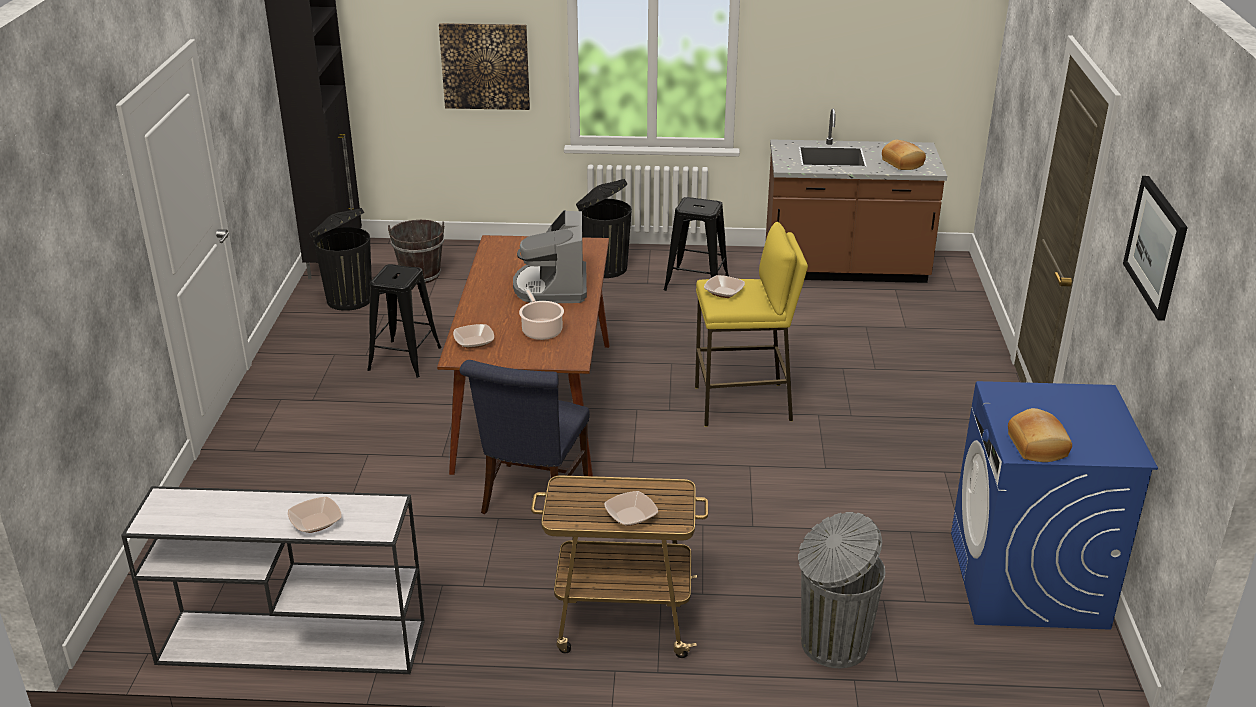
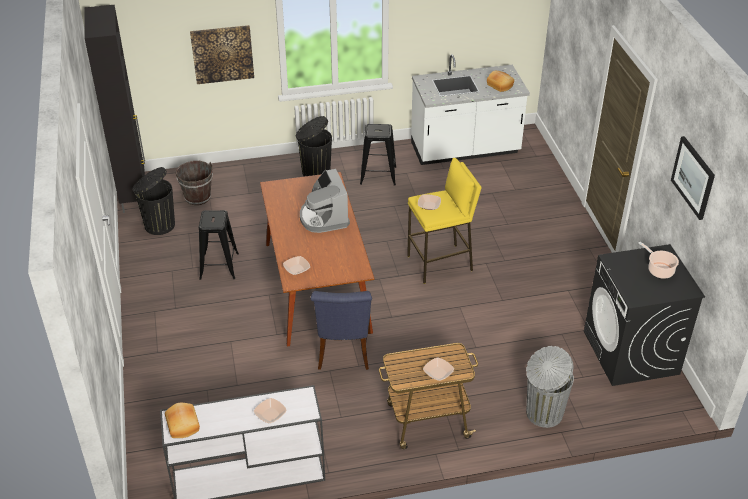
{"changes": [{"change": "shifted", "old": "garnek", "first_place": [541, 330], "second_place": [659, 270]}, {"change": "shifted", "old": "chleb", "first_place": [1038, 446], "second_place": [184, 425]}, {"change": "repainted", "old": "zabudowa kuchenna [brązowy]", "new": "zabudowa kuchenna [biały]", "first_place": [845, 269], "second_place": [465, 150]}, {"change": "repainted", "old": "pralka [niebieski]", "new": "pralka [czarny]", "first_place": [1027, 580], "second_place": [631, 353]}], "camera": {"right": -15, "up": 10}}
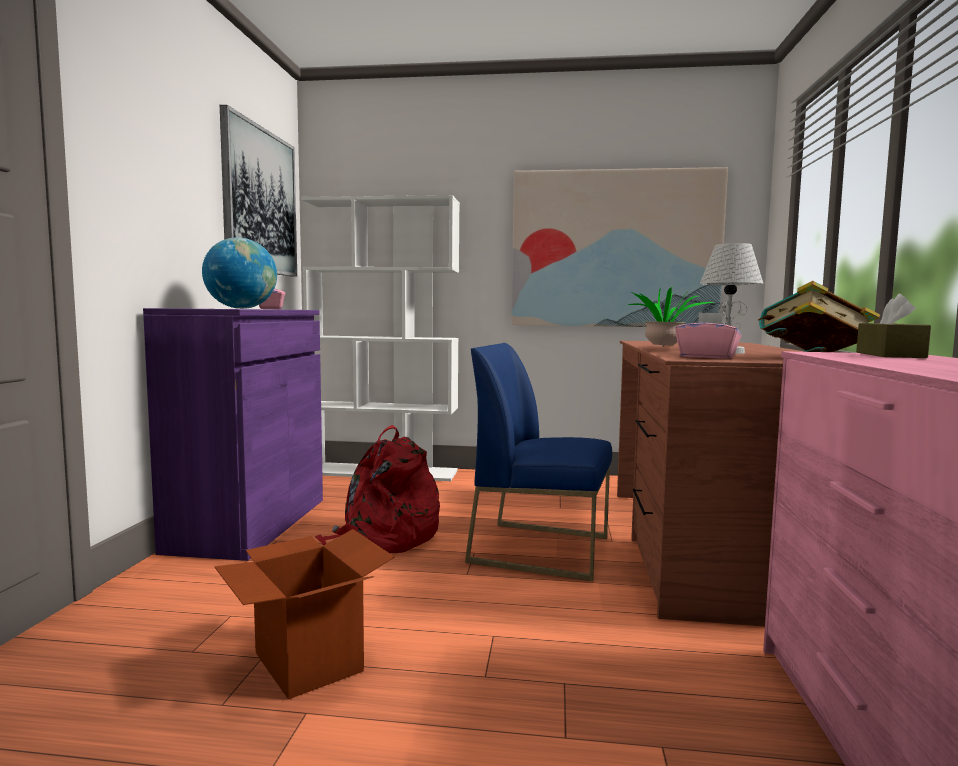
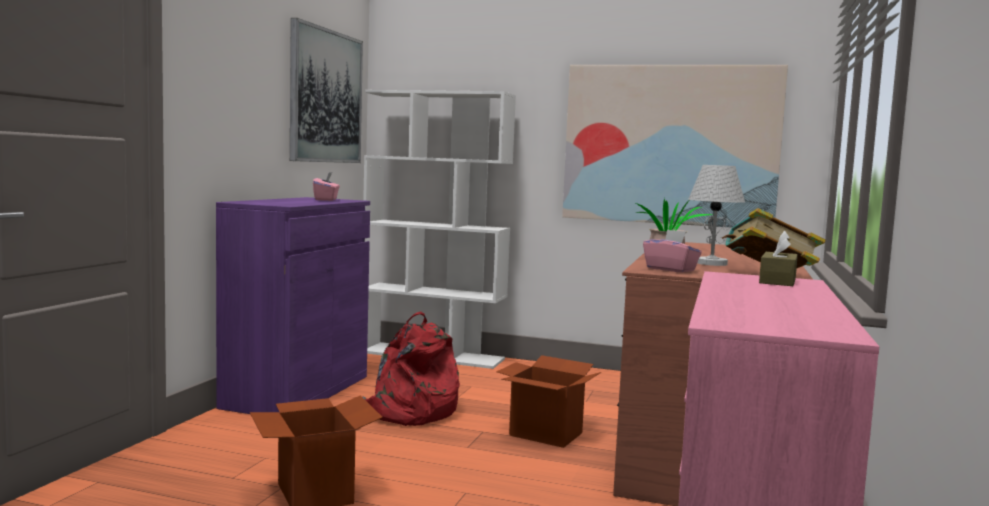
{"changes": [{"change": "gone", "old": "globus", "first_place": [241, 308]}, {"change": "swapped", "old": "krzesło [niebieski]", "new": "karton", "first_place": [541, 549], "second_place": [545, 434]}], "camera": {"right": 10, "up": 0}}
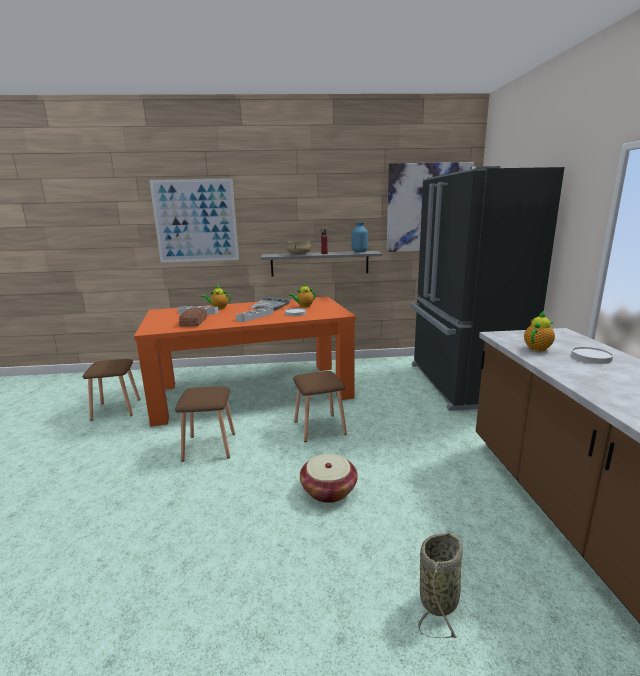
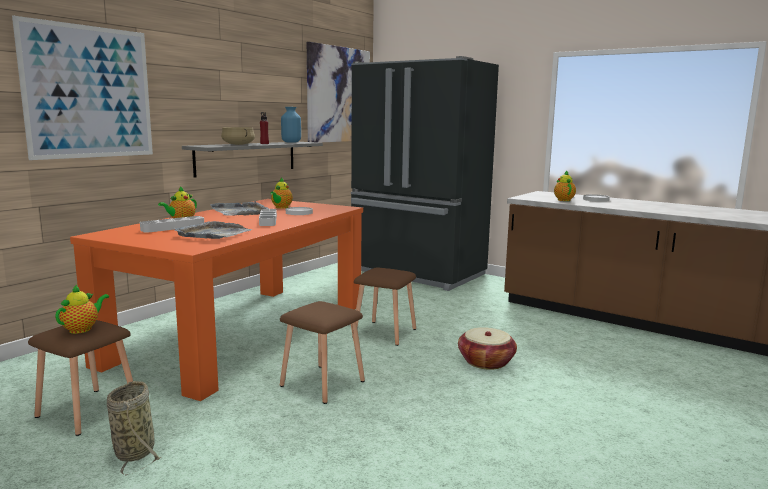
{"changes": [{"change": "new", "new": "imbryk", "second_place": [82, 329]}, {"change": "shifted", "old": "koszyk", "first_place": [440, 598], "second_place": [135, 451]}, {"change": "swapped", "old": "chleb", "new": "taca [szary]", "first_place": [194, 322], "second_place": [214, 234]}], "camera": {"right": -50, "up": -5}}
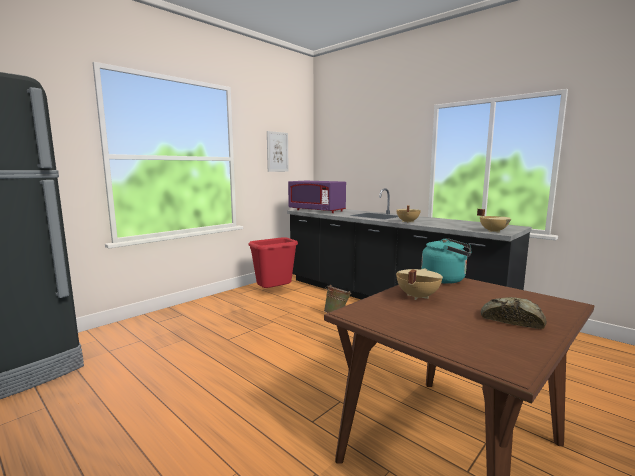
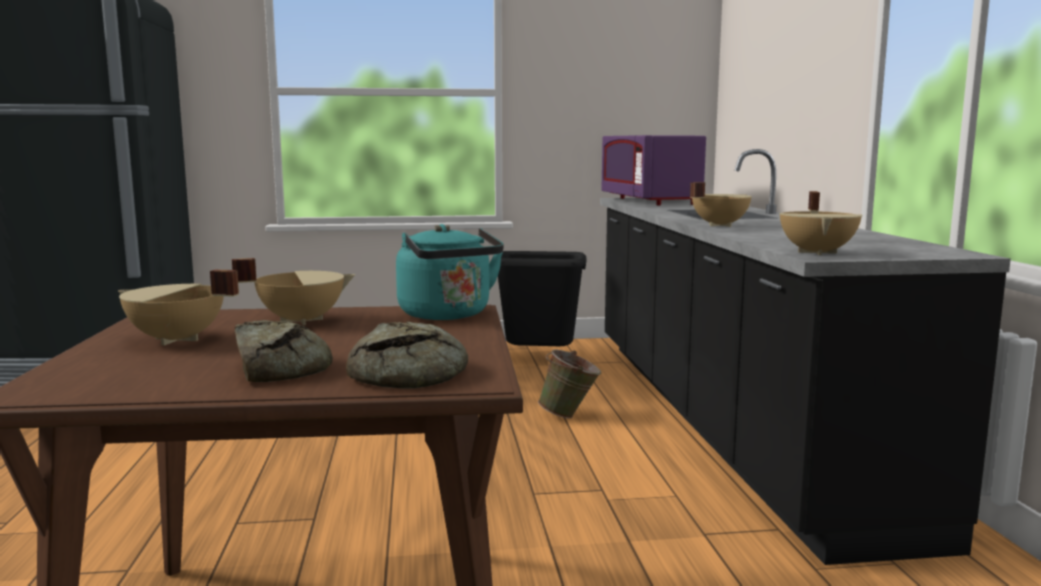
{"changes": [{"change": "gone", "old": "obraz", "first_place": [277, 152]}, {"change": "new", "new": "garnek [beżowy]", "second_place": [176, 340]}, {"change": "new", "new": "chleb", "second_place": [414, 373]}, {"change": "repainted", "old": "kosz na śmieci [czerwony]", "new": "kosz na śmieci [czarny]", "first_place": [274, 292], "second_place": [540, 360]}], "camera": {"right": 40, "up": 0}}
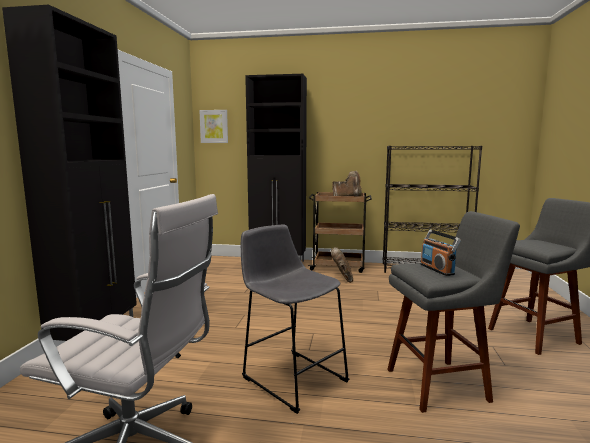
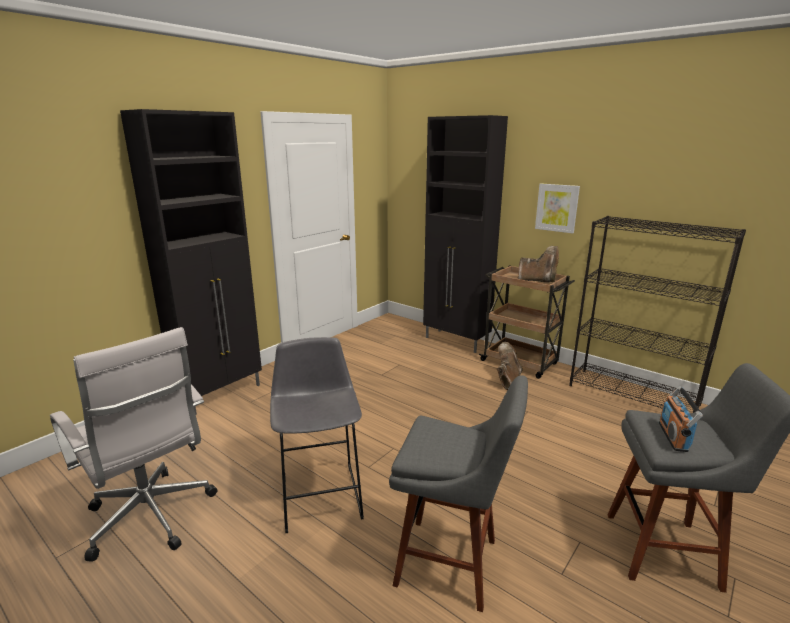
{"changes": [{"change": "shifted", "old": "obraz", "first_place": [214, 126], "second_place": [557, 208]}, {"change": "shifted", "old": "radio", "first_place": [437, 269], "second_place": [673, 437]}], "camera": {"right": 30, "up": 10}}
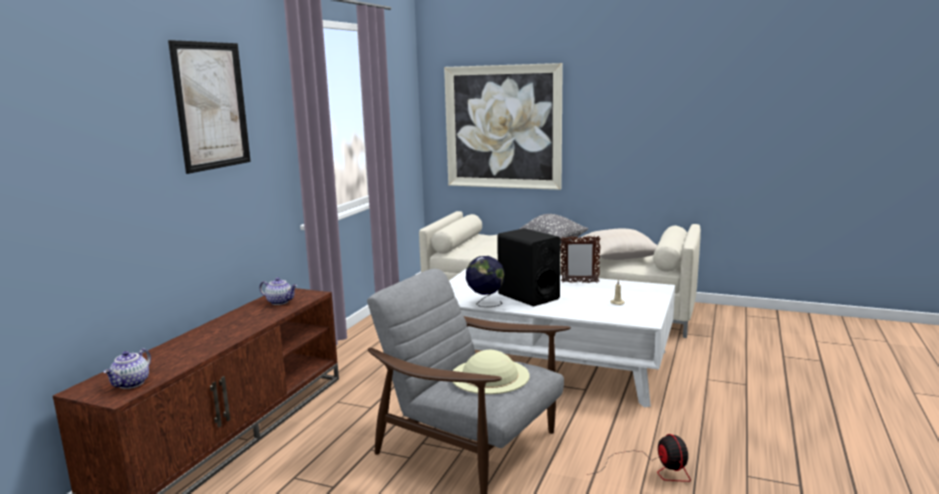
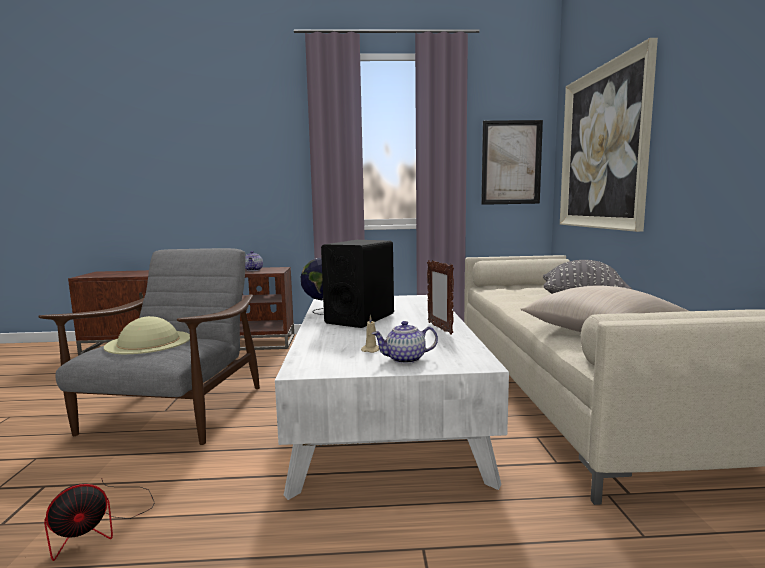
{"changes": [{"change": "shifted", "old": "imbryk", "first_place": [132, 384], "second_place": [405, 360]}, {"change": "shifted", "old": "obraz", "first_place": [211, 106], "second_place": [511, 162]}], "camera": {"right": 65, "up": -5}}
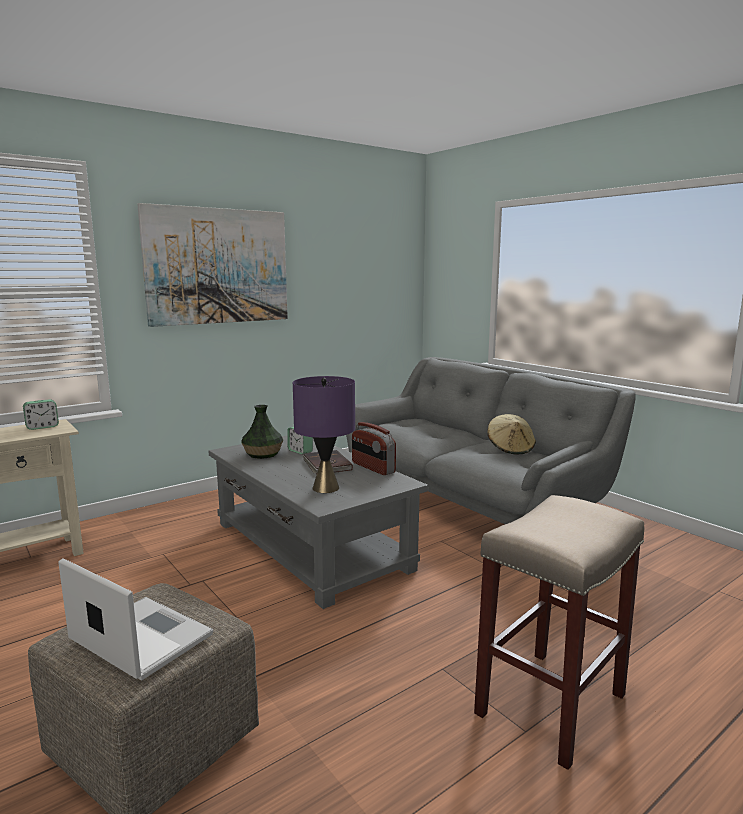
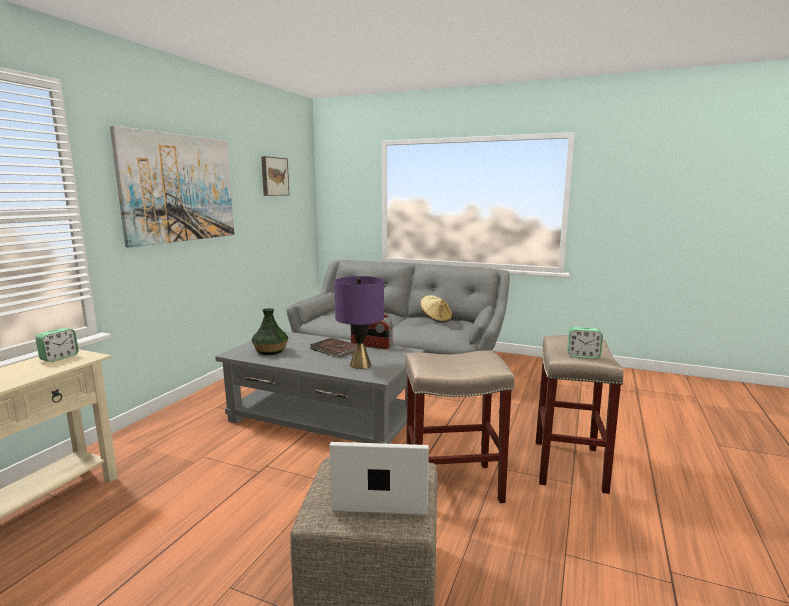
{"changes": [{"change": "new", "new": "obraz", "second_place": [274, 176]}, {"change": "new", "new": "stołek [beżowy]", "second_place": [454, 484]}, {"change": "shifted", "old": "budzik", "first_place": [300, 451], "second_place": [583, 355]}], "camera": {"right": -30, "up": 0}}
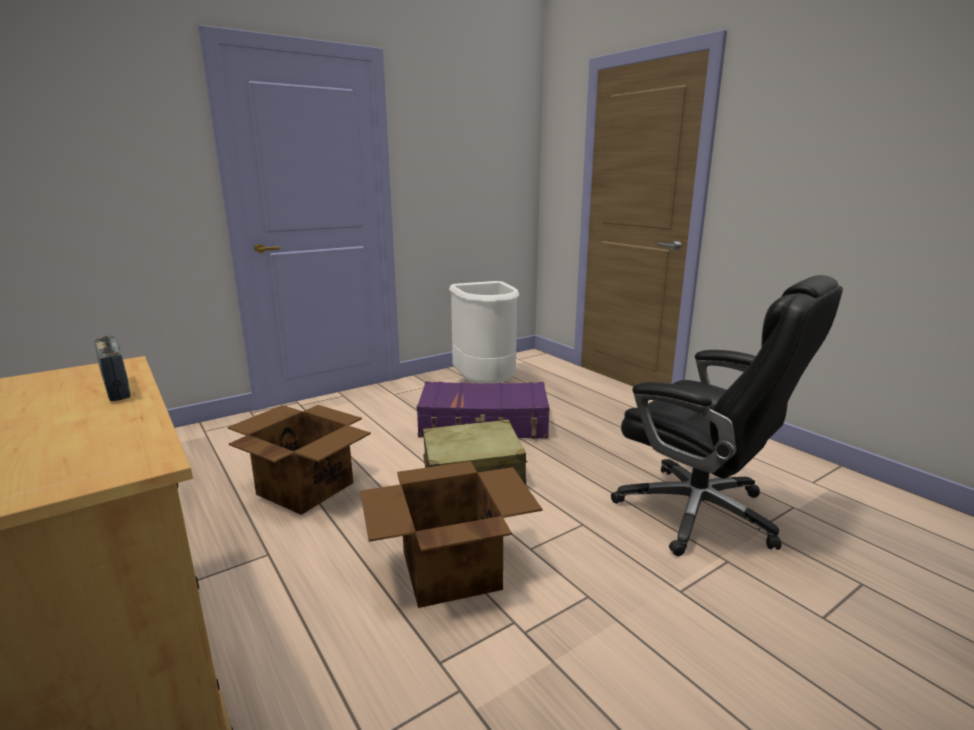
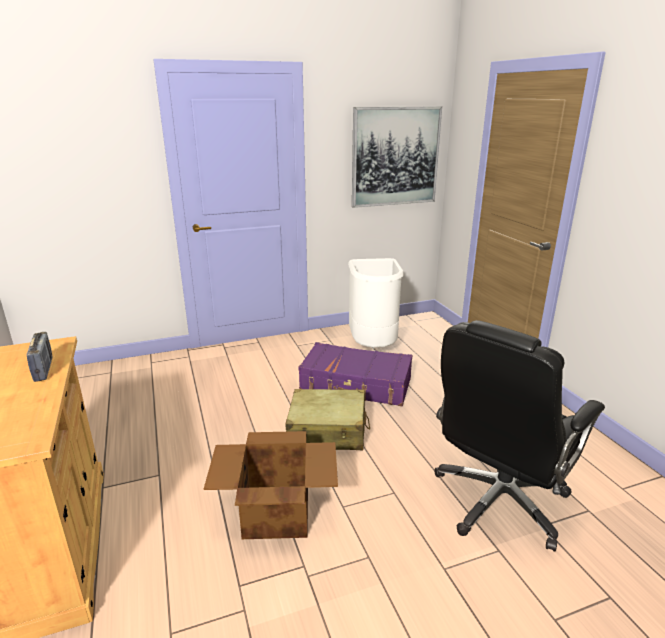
{"changes": [{"change": "gone", "old": "karton", "first_place": [305, 488]}, {"change": "new", "new": "obraz", "second_place": [395, 157]}, {"change": "rotated", "old": "krzesło biurowe [czarny]", "first_place": [700, 514], "second_place": [499, 501], "degrees": 75}], "camera": {"right": 15, "up": 5}}
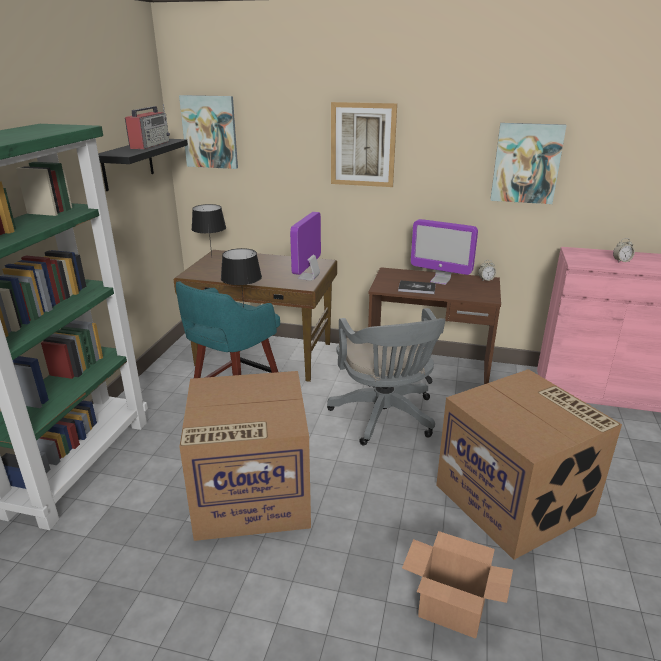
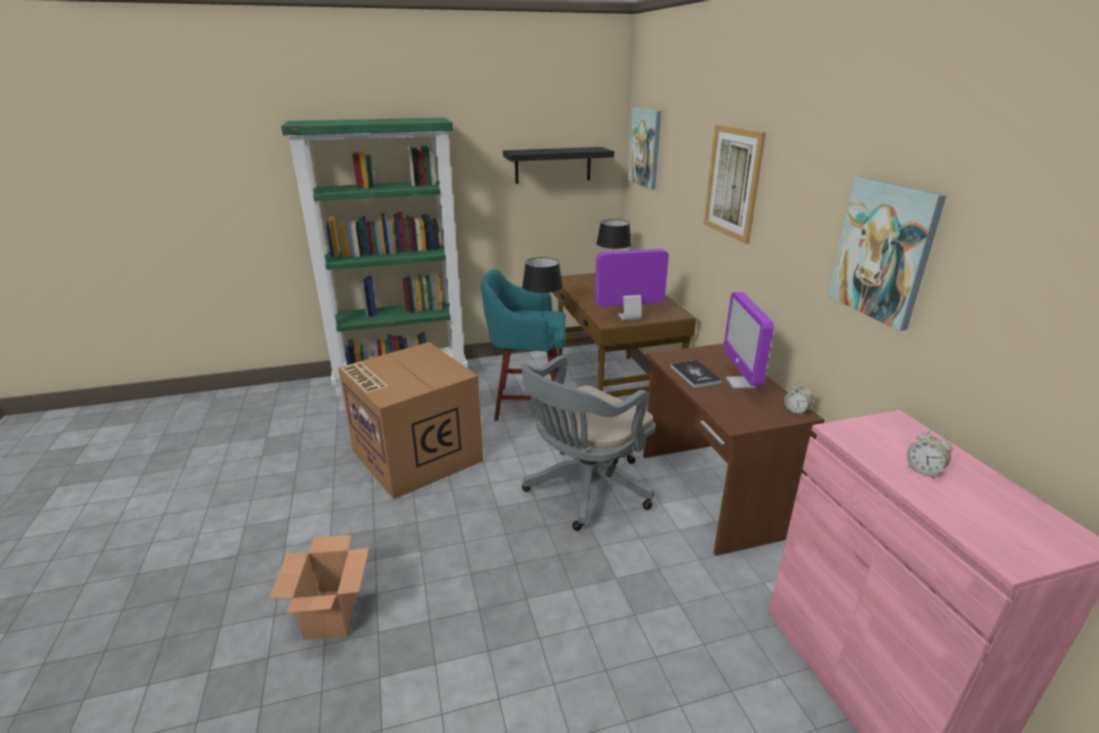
{"changes": [{"change": "gone", "old": "radio", "first_place": [150, 145]}, {"change": "gone", "old": "karton", "first_place": [516, 500]}], "camera": {"right": 60, "up": 0}}
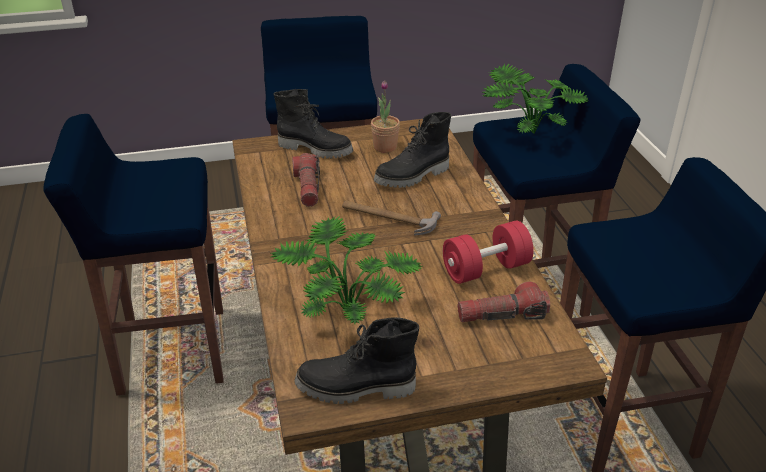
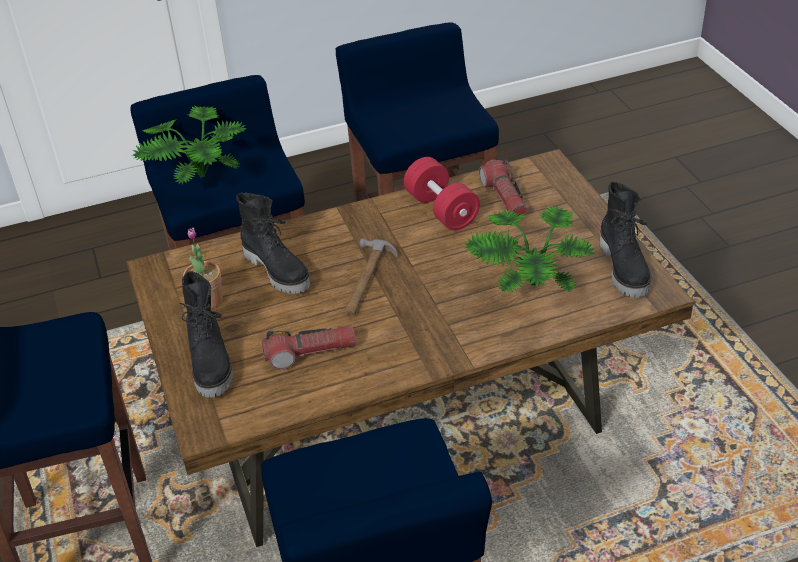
{"changes": [{"change": "rotated", "old": "but z cholewką [czarny]", "first_place": [316, 149], "second_place": [211, 362], "degrees": 150}], "camera": {"right": -95, "up": 5}}
